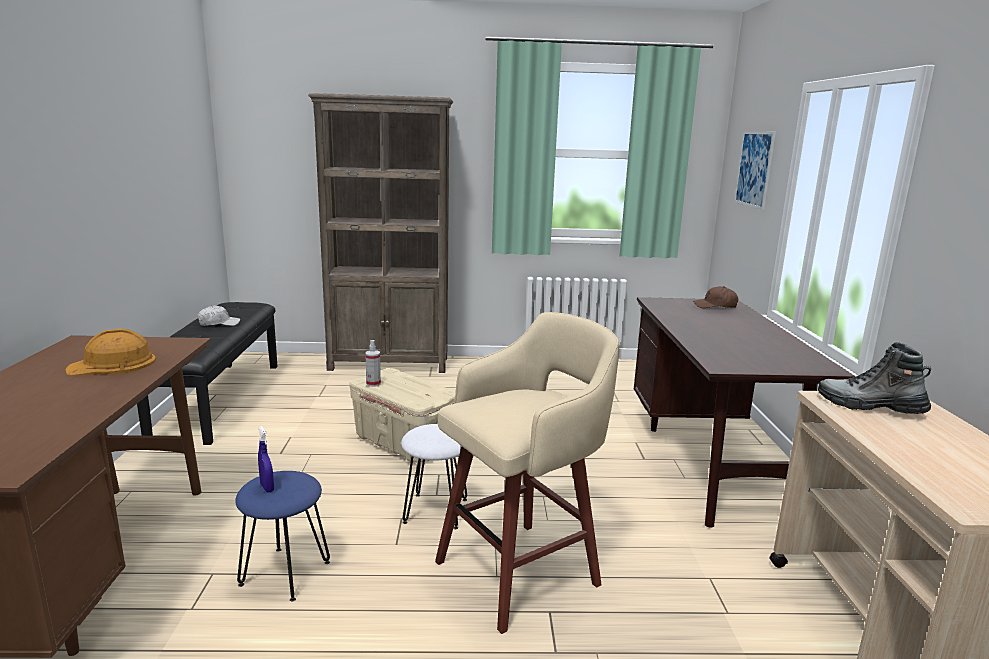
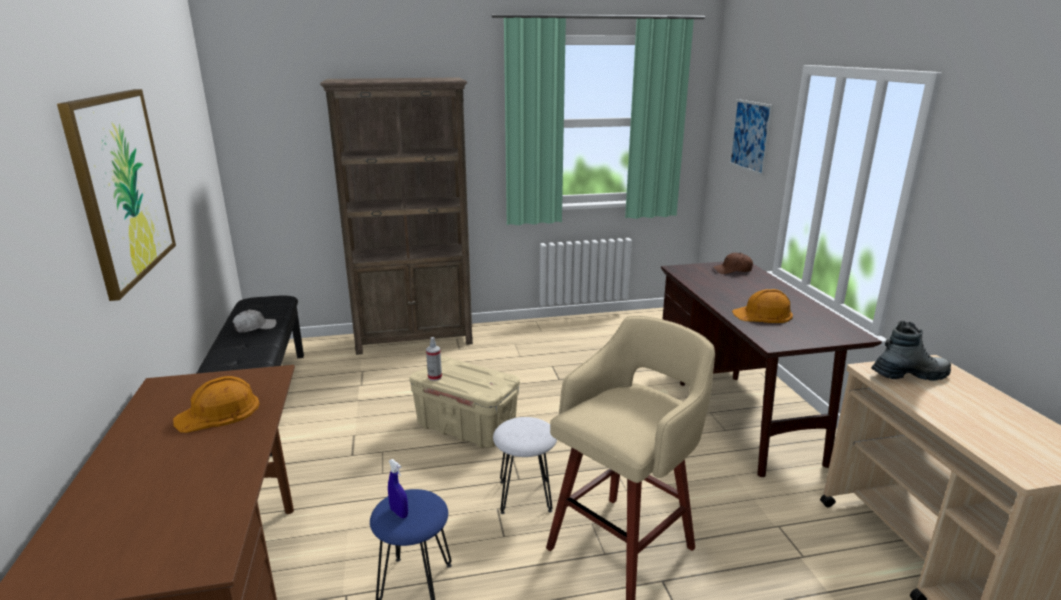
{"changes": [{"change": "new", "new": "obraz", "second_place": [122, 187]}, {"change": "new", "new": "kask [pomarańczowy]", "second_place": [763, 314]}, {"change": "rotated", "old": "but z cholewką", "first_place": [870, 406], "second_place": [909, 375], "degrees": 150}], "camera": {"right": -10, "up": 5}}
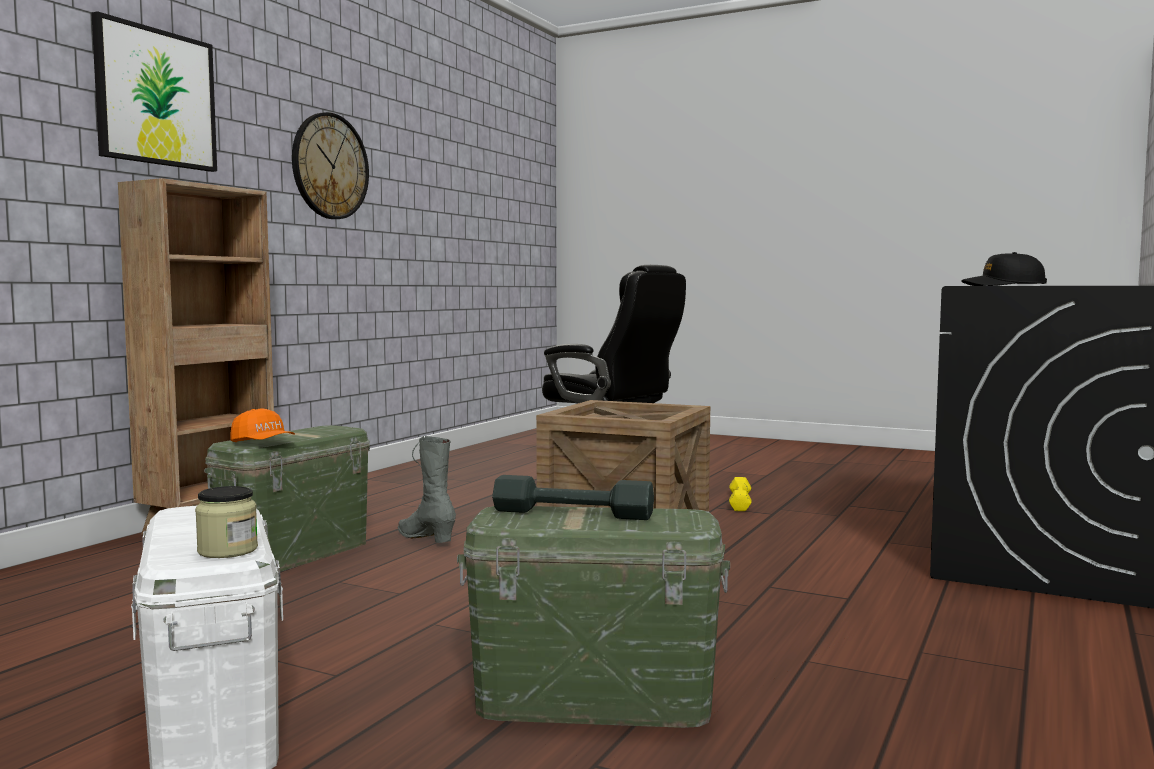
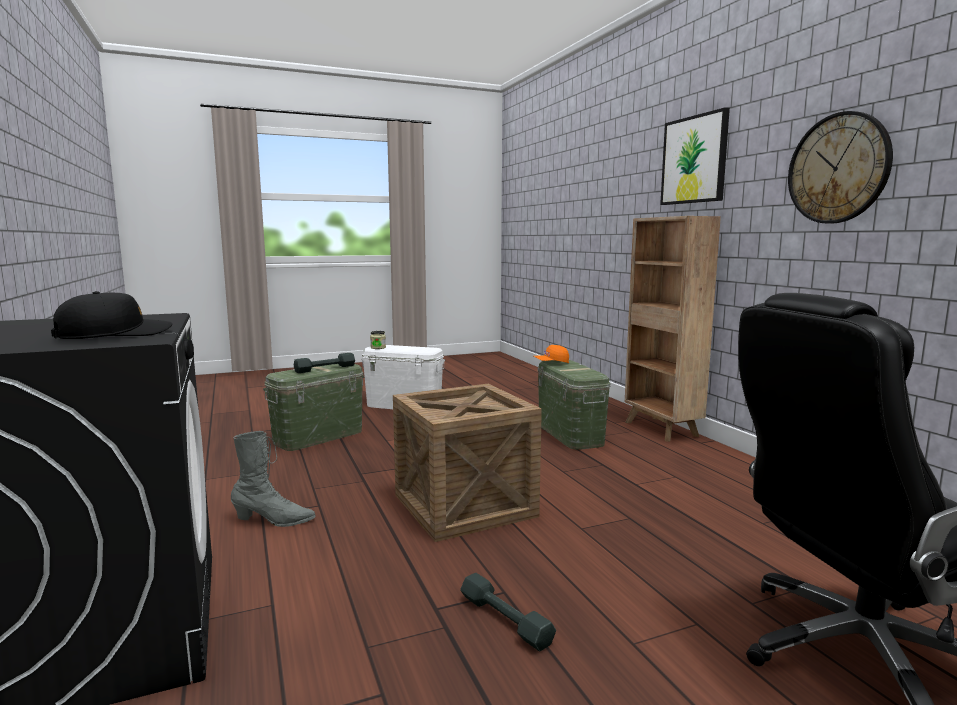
{"changes": [{"change": "shifted", "old": "but z cholewką [szary]", "first_place": [426, 538], "second_place": [274, 521]}, {"change": "repainted", "old": "hantel [żółty]", "new": "hantel [szary]", "first_place": [740, 502], "second_place": [505, 620]}], "camera": {"right": 130, "up": 5}}
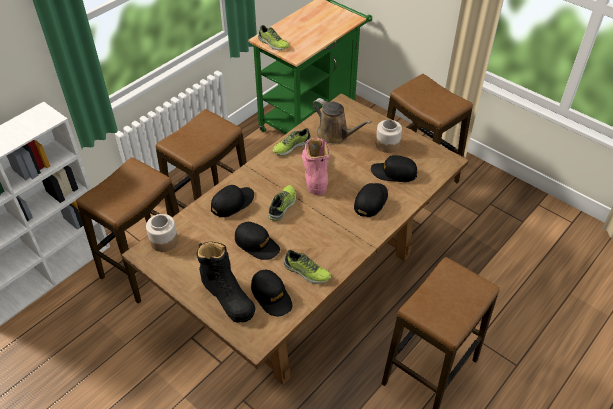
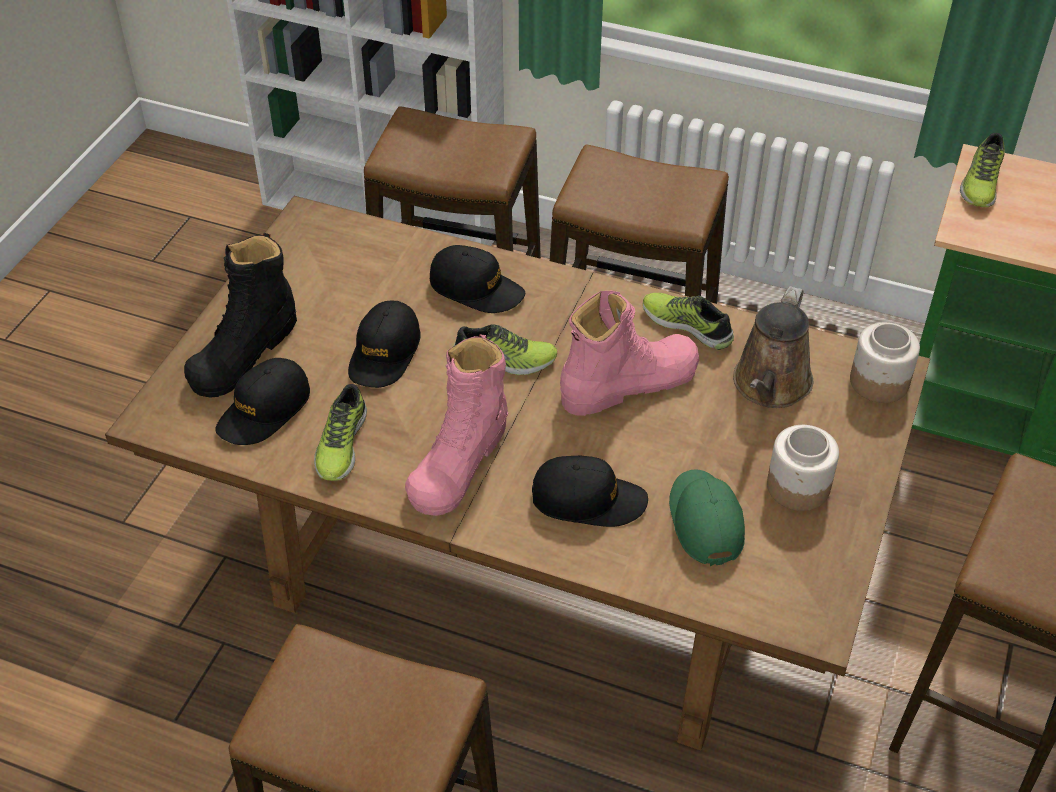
{"changes": [{"change": "new", "new": "but z cholewką [różowy]", "second_place": [459, 460]}, {"change": "shifted", "old": "słoik", "first_place": [164, 241], "second_place": [878, 381]}, {"change": "repainted", "old": "czapka z daszkiem [czarny]", "new": "czapka z daszkiem [zielony]", "first_place": [394, 173], "second_place": [705, 521]}], "camera": {"right": 70, "up": 0}}
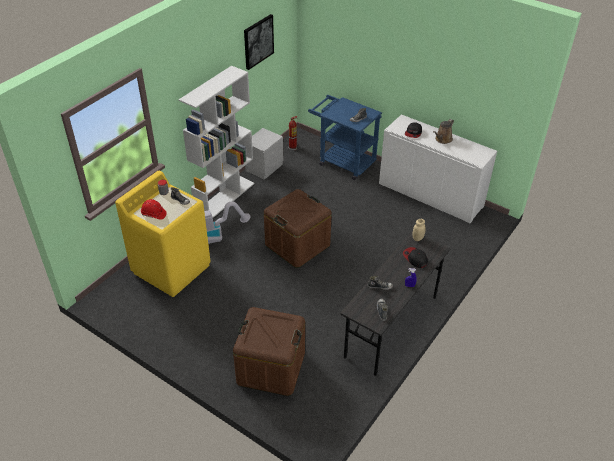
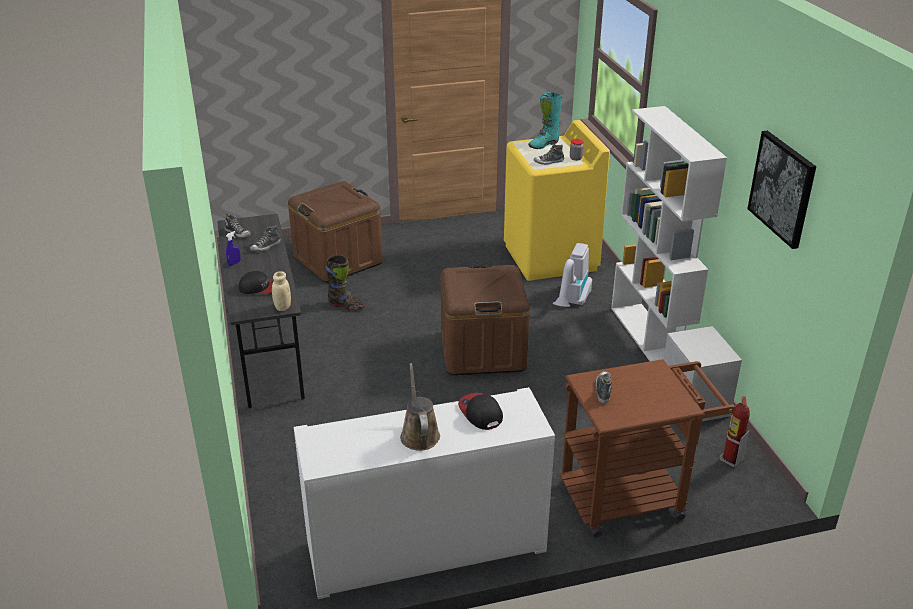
{"changes": [{"change": "new", "new": "but z cholewką [czarny]", "second_place": [346, 306]}, {"change": "swapped", "old": "kask [czerwony]", "new": "but z cholewką [turkusowy]", "first_place": [153, 214], "second_place": [543, 145]}, {"change": "repainted", "old": "wózek [niebieski]", "new": "wózek [brązowy]", "first_place": [343, 161], "second_place": [632, 496]}], "camera": {"right": 130, "up": -10}}
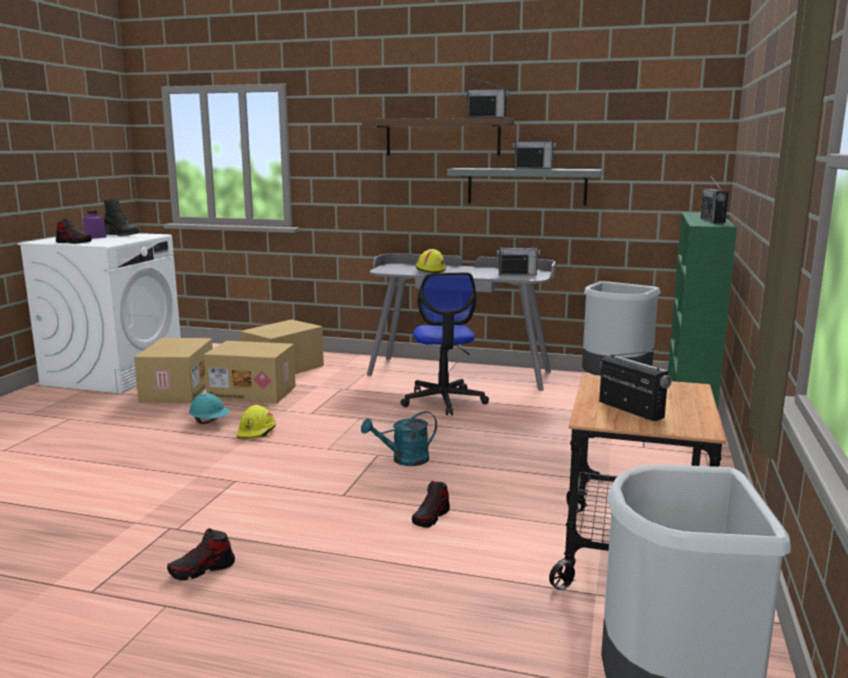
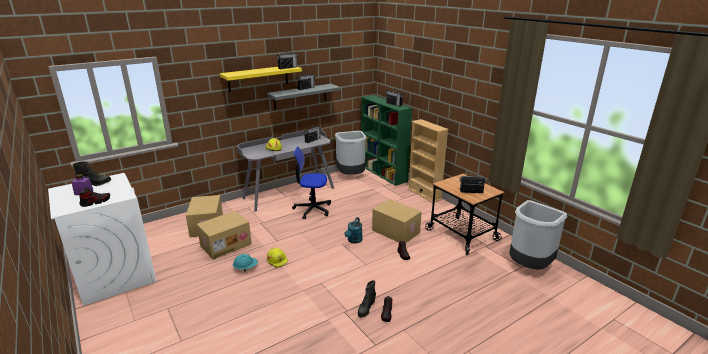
{"changes": [{"change": "new", "new": "but z cholewką [czarny]", "second_place": [366, 309]}, {"change": "new", "new": "regał [beżowy]", "second_place": [424, 194]}, {"change": "shifted", "old": "karton", "first_place": [177, 390], "second_place": [395, 231]}, {"change": "repainted", "old": "półka [brązowy]", "new": "półka [żółty]", "first_place": [442, 137], "second_place": [258, 78]}, {"change": "rotated", "old": "krzesło biurowe", "first_place": [443, 401], "second_place": [312, 209], "degrees": 150}], "camera": {"right": -50, "up": 10}}
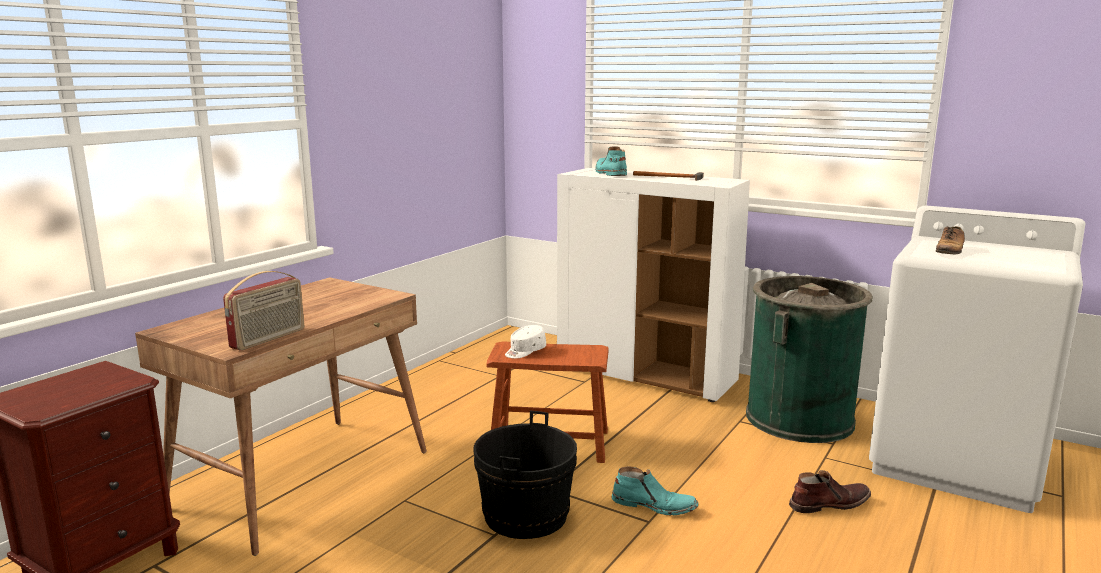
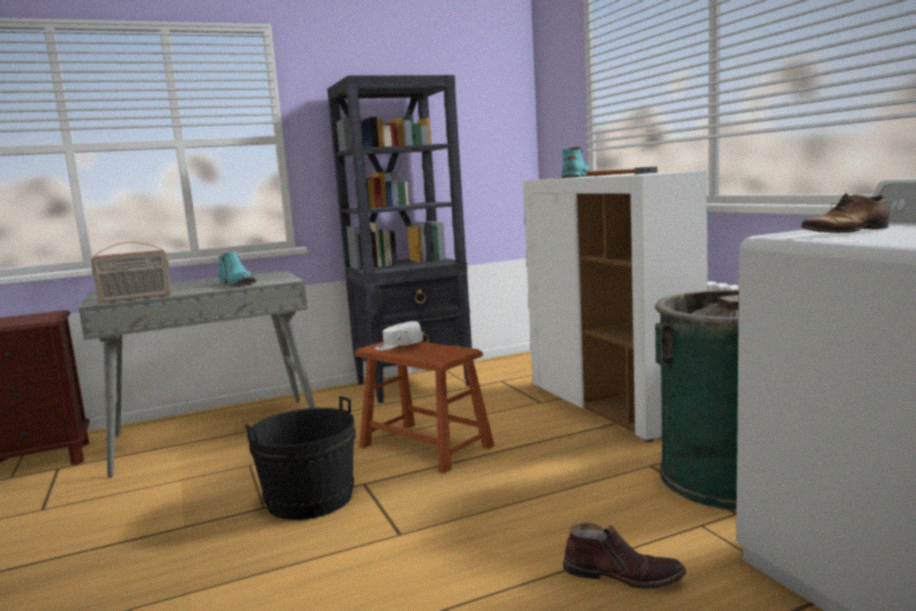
{"changes": [{"change": "new", "new": "regał [czarny]", "second_place": [415, 384]}, {"change": "shifted", "old": "but z cholewką [turkusowy]", "first_place": [654, 505], "second_place": [238, 283]}, {"change": "repainted", "old": "biurko [brązowy]", "new": "biurko [szary]", "first_place": [303, 478], "second_place": [217, 434]}], "camera": {"right": 35, "up": -5}}
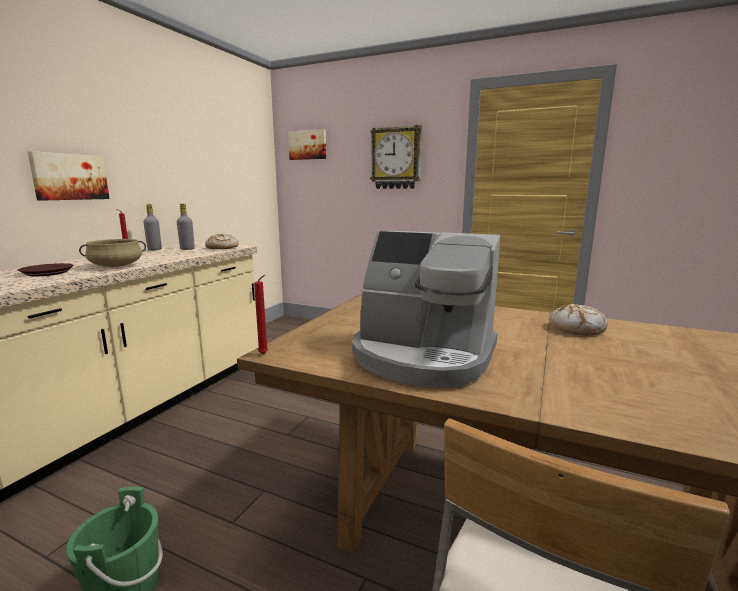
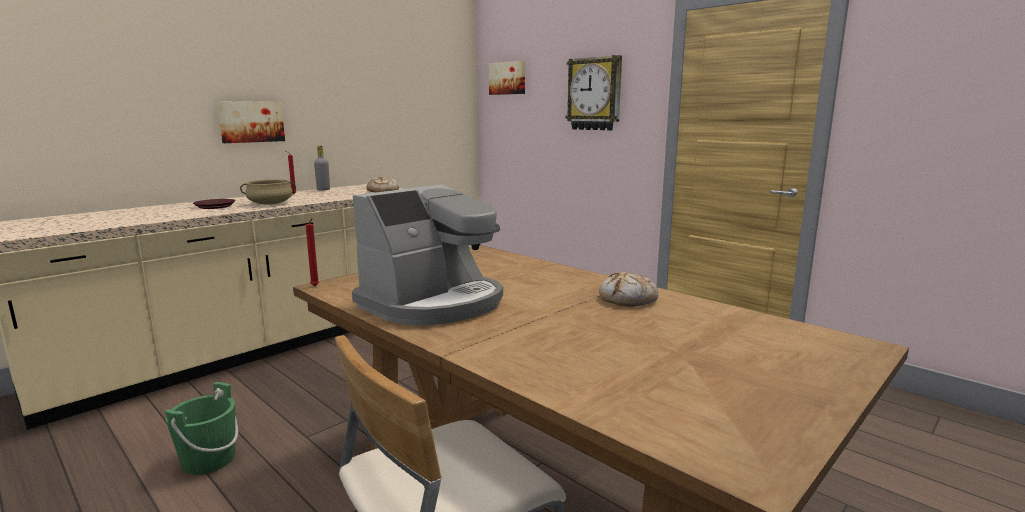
{"changes": [{"change": "gone", "old": "butelka [szary]", "first_place": [187, 249]}, {"change": "rotated", "old": "ekspres do kawy", "first_place": [423, 356], "second_place": [434, 303], "degrees": -90}], "camera": {"right": 20, "up": 0}}
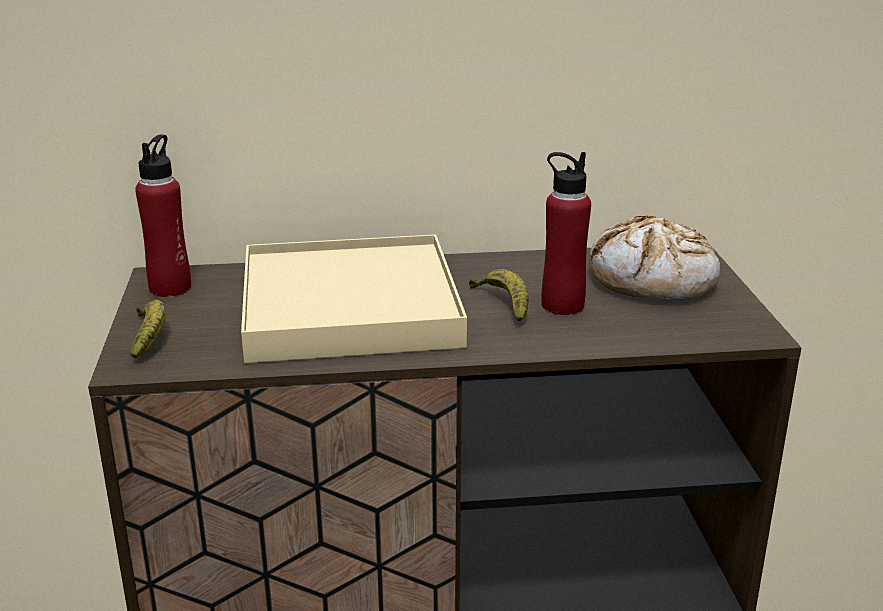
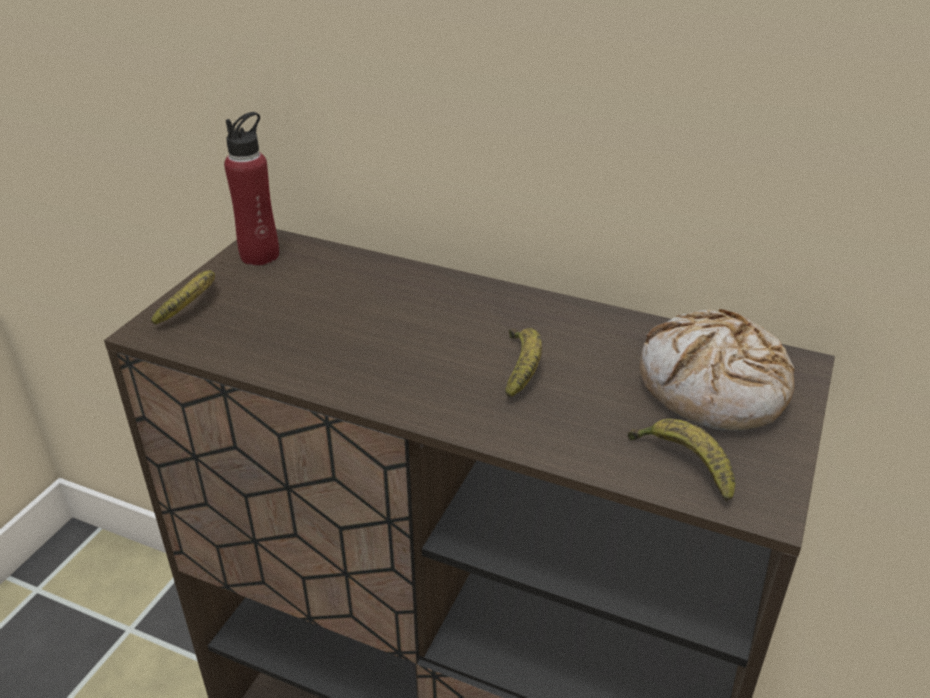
{"changes": [{"change": "gone", "old": "taca [beżowy]", "first_place": [349, 307]}, {"change": "gone", "old": "butelka [czerwony]", "first_place": [562, 305]}, {"change": "new", "new": "banan", "second_place": [684, 465]}], "camera": {"right": 30, "up": 10}}
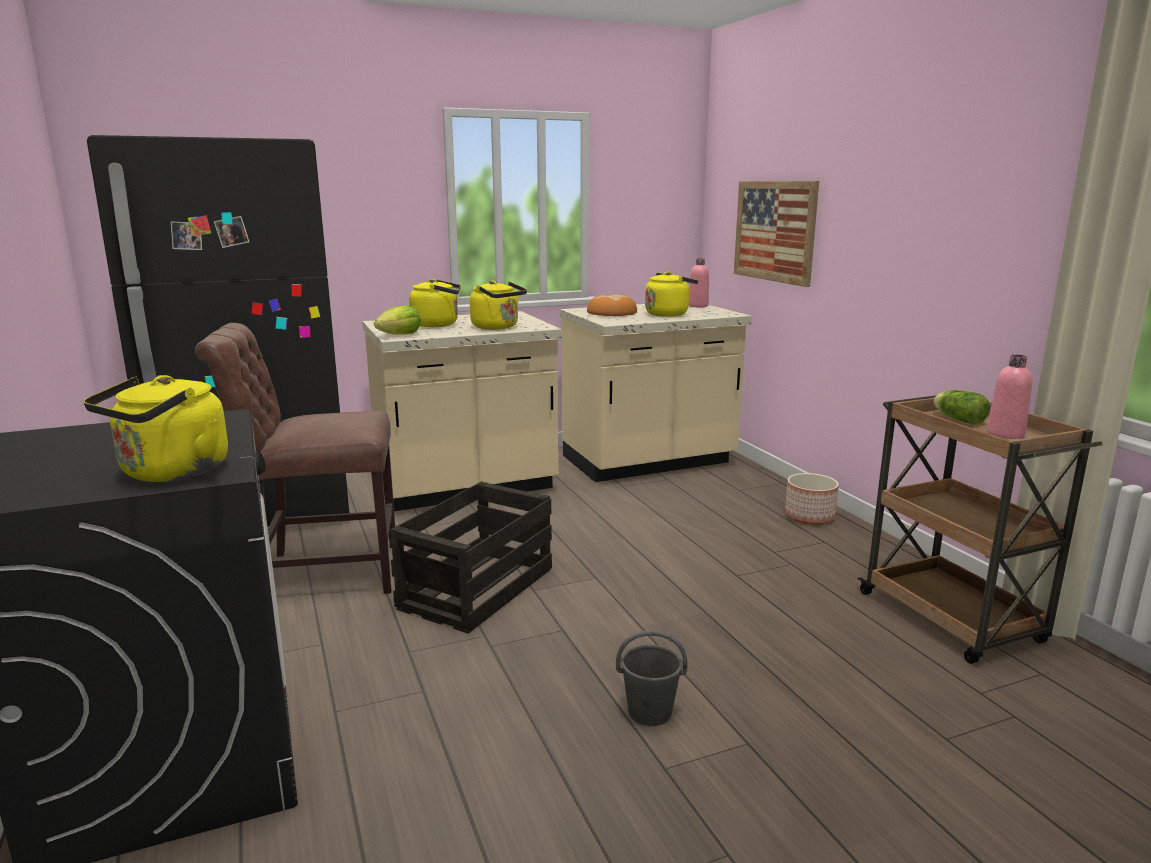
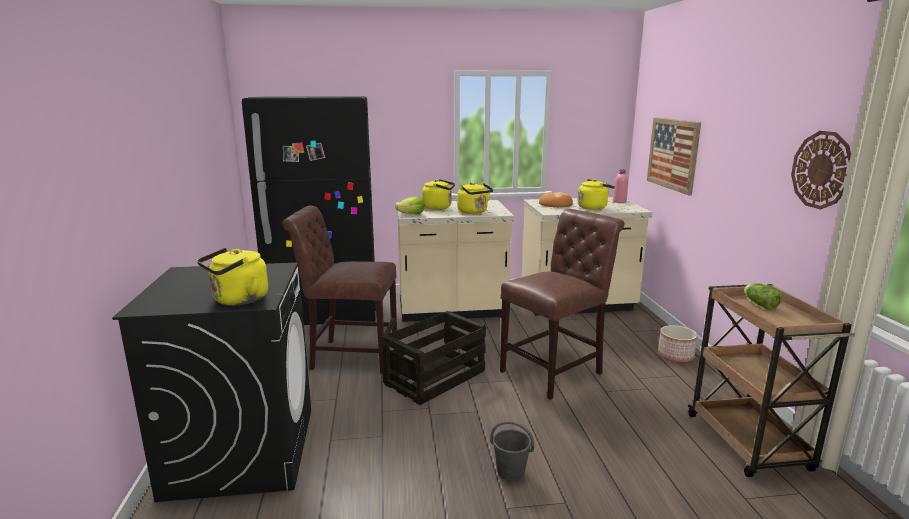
{"changes": [{"change": "gone", "old": "butelka [różowy]", "first_place": [1005, 434]}, {"change": "new", "new": "krzesło [brązowy]", "second_place": [556, 371]}, {"change": "new", "new": "zegar ścienny", "second_place": [821, 170]}], "camera": {"right": 15, "up": 0}}
